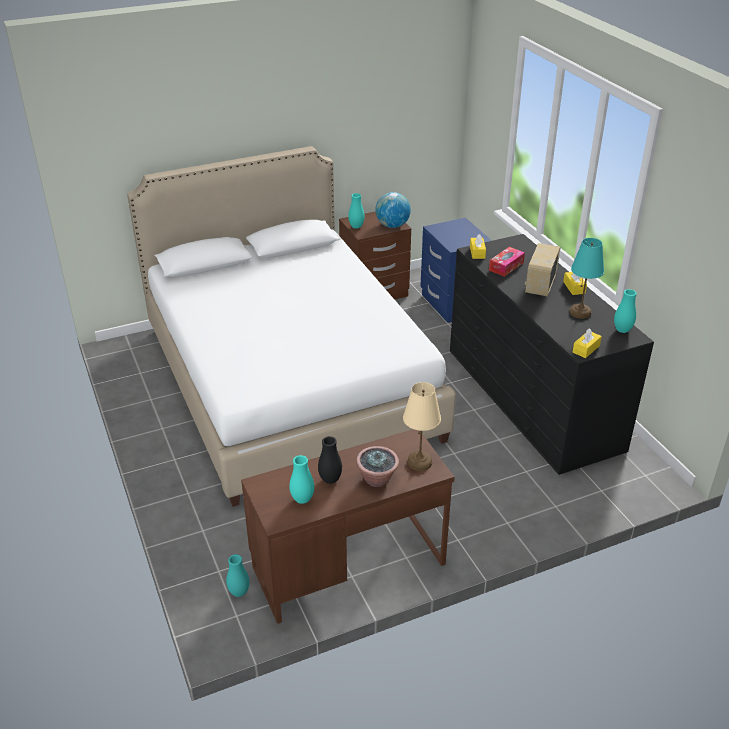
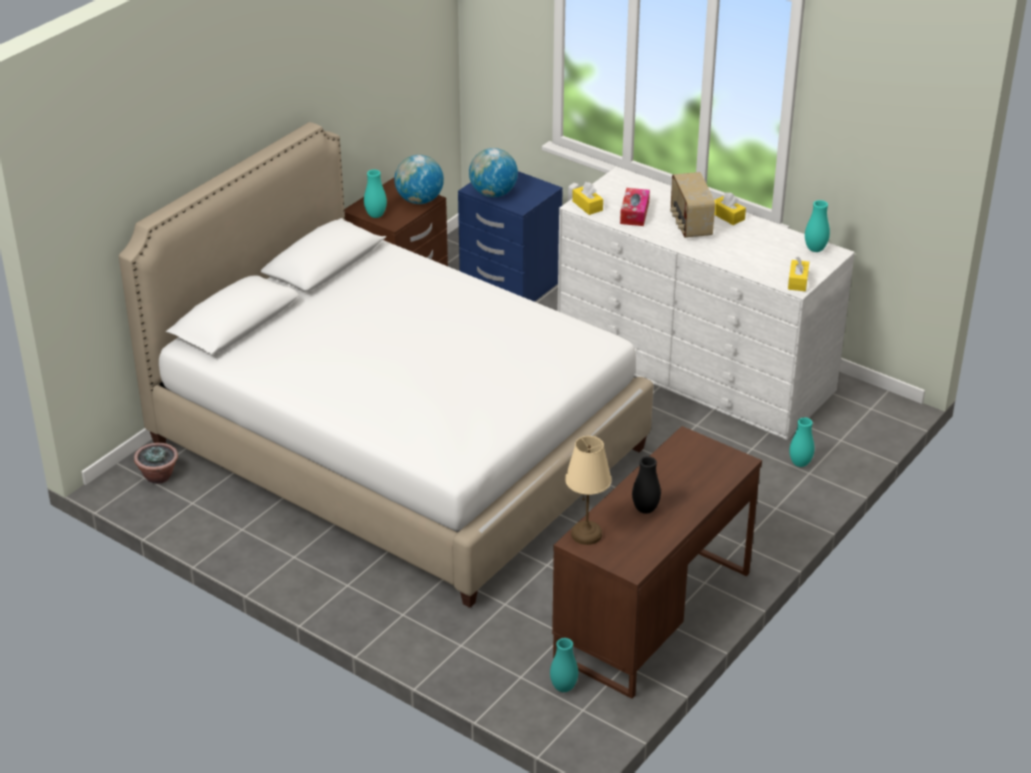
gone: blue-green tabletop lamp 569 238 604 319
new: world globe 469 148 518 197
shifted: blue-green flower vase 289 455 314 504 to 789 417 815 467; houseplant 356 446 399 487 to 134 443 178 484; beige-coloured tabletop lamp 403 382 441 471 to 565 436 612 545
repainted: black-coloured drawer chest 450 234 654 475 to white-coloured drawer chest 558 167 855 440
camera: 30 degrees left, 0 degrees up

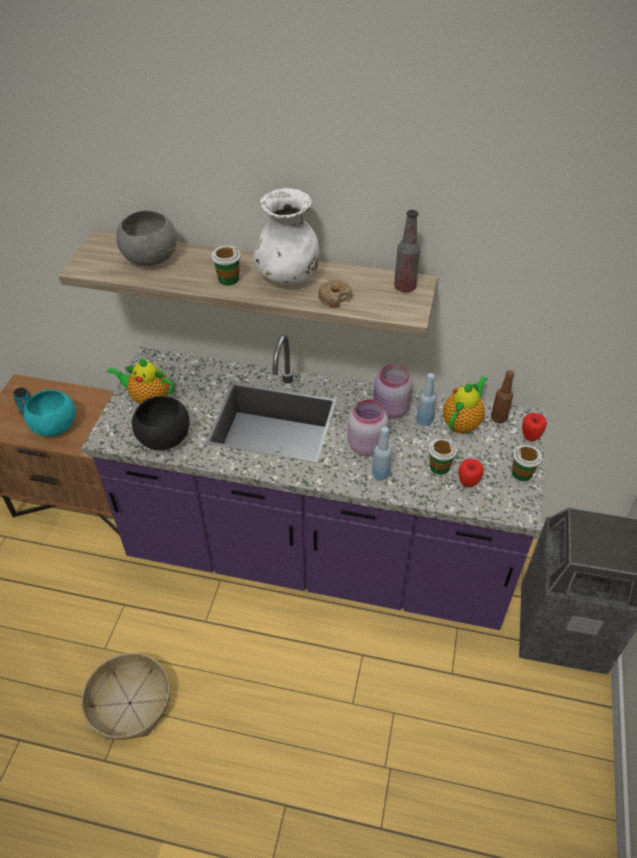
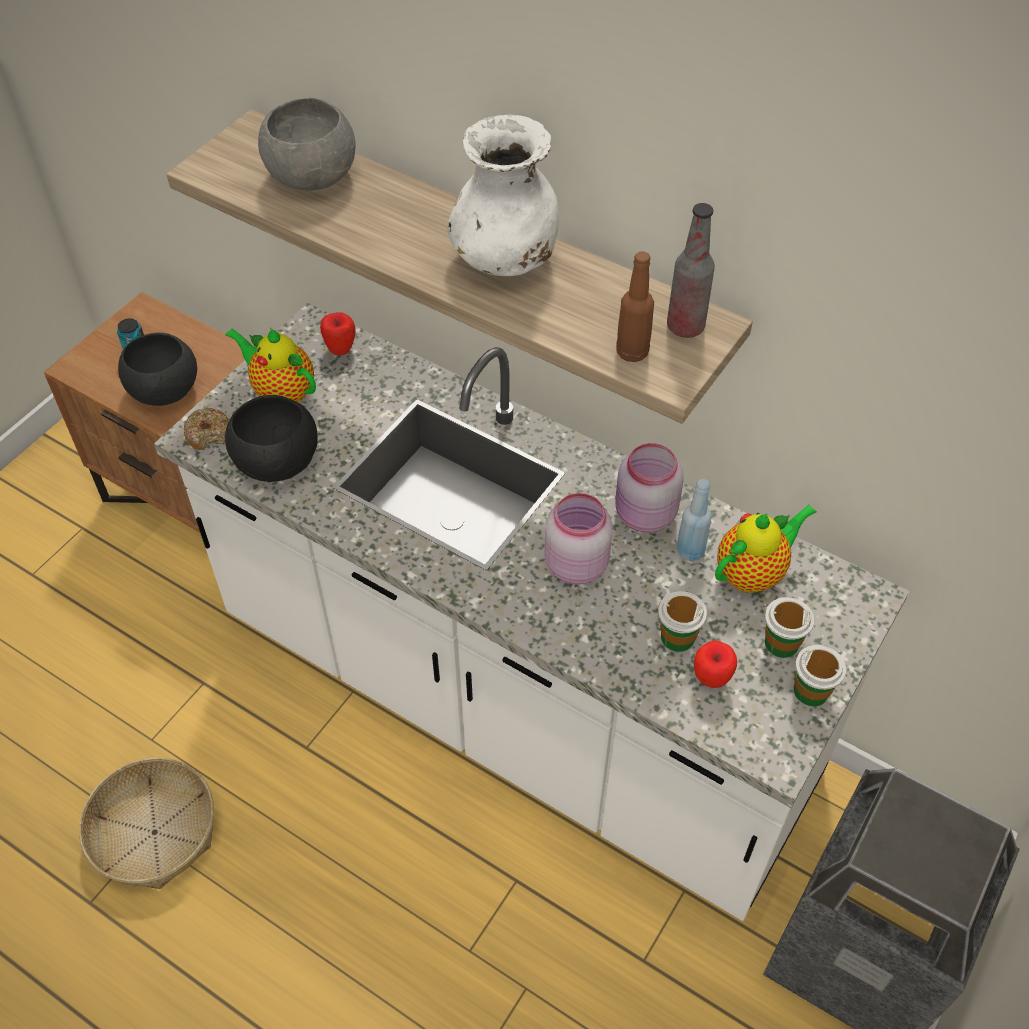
gone: blue-coloured drink bottle 372 426 392 480
shifted: small cup 211 245 241 286 to 765 597 814 658; doughnut 318 280 352 308 to 183 407 229 450; brown drink bottle 491 370 514 423 to 616 251 654 362; whole apple 522 413 547 441 to 320 312 356 355
repainted: blue-green deep dish 23 390 75 436 to black-coloured deep dish 118 333 197 406; purple-coloured kitchen base unit 81 334 545 630 to white-coloured kitchen base unit 154 303 909 921
camera: 20 degrees right, 5 degrees up

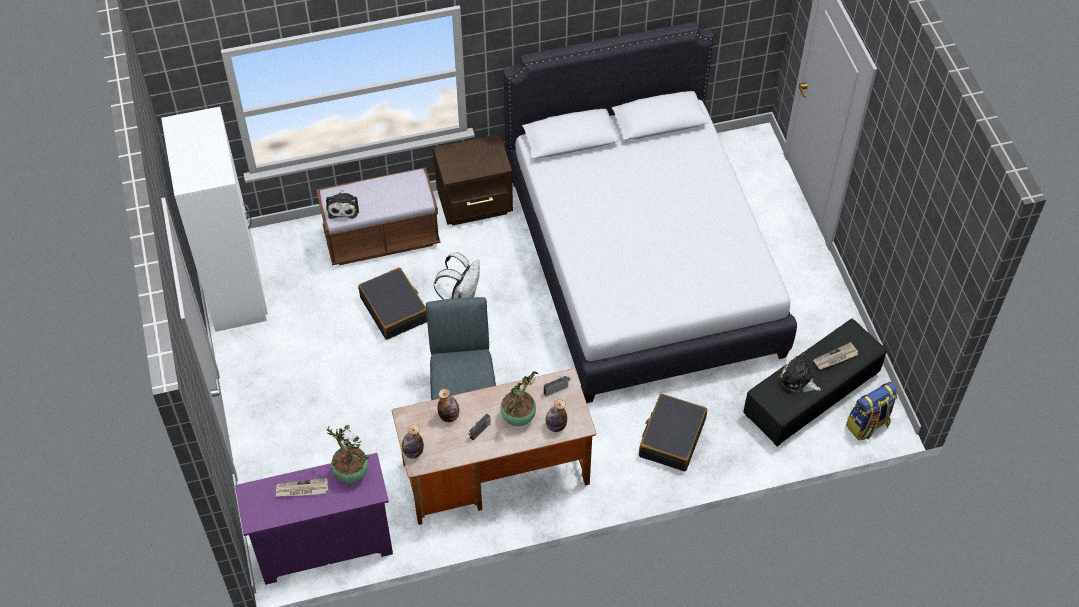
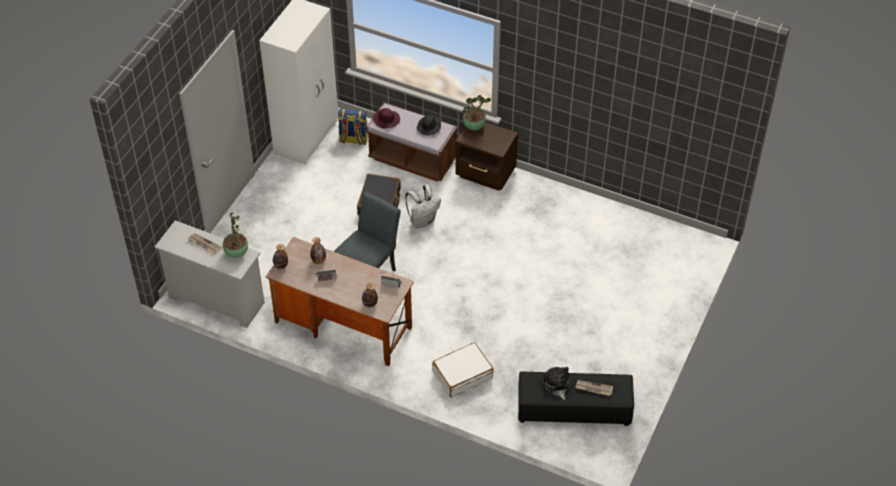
gone: white-coloured bedroom bed 503 22 797 403
new: black-coloured wearable hat 417 114 441 136
shifted: houseplant 500 371 538 426 to 462 95 491 130; rucksack 846 382 897 440 to 338 109 368 145
swapped: plush toy 326 190 359 219 to purple-coloured wearable hat 373 108 400 128
repainted: purple-coloured drawer chest 235 453 393 585 to white-coloured drawer chest 155 220 265 328; black-coloured piece of luggage 639 394 707 471 to white-coloured piece of luggage 432 342 494 398
camera: 40 degrees right, 5 degrees down

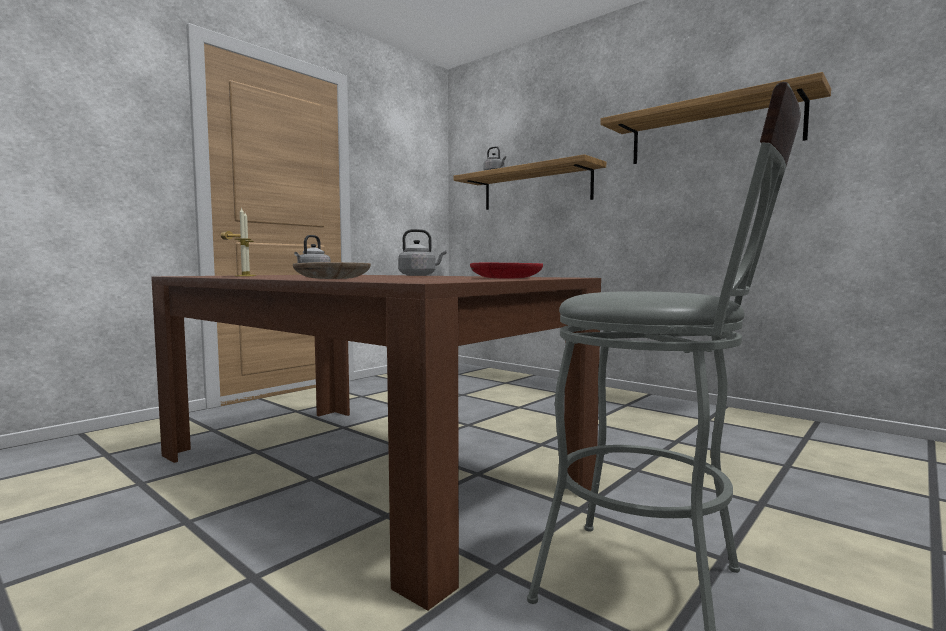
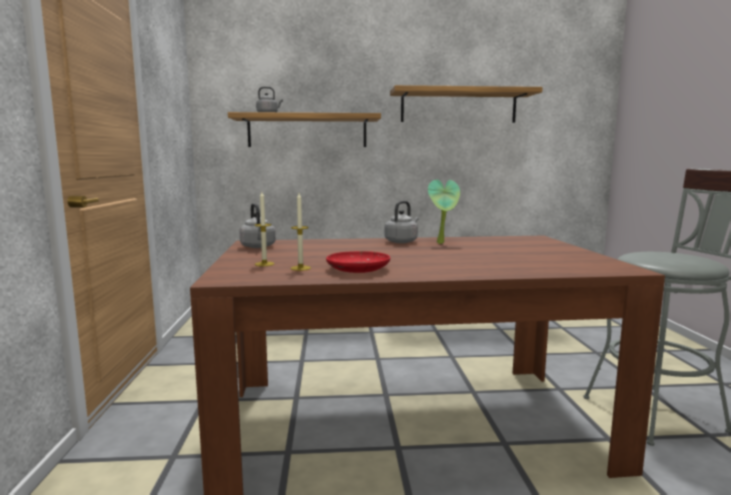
gone: beige-coloured flat dish 293 262 371 279
new: houseplant 428 180 460 244
shifted: reddish flat dish 470 263 543 279 to 326 251 390 273
camera: 45 degrees left, 5 degrees up

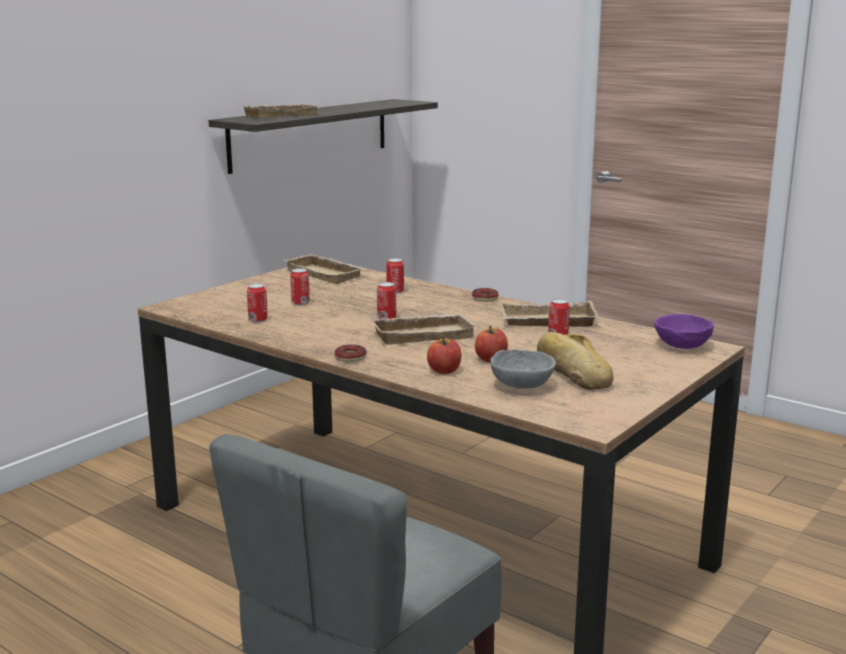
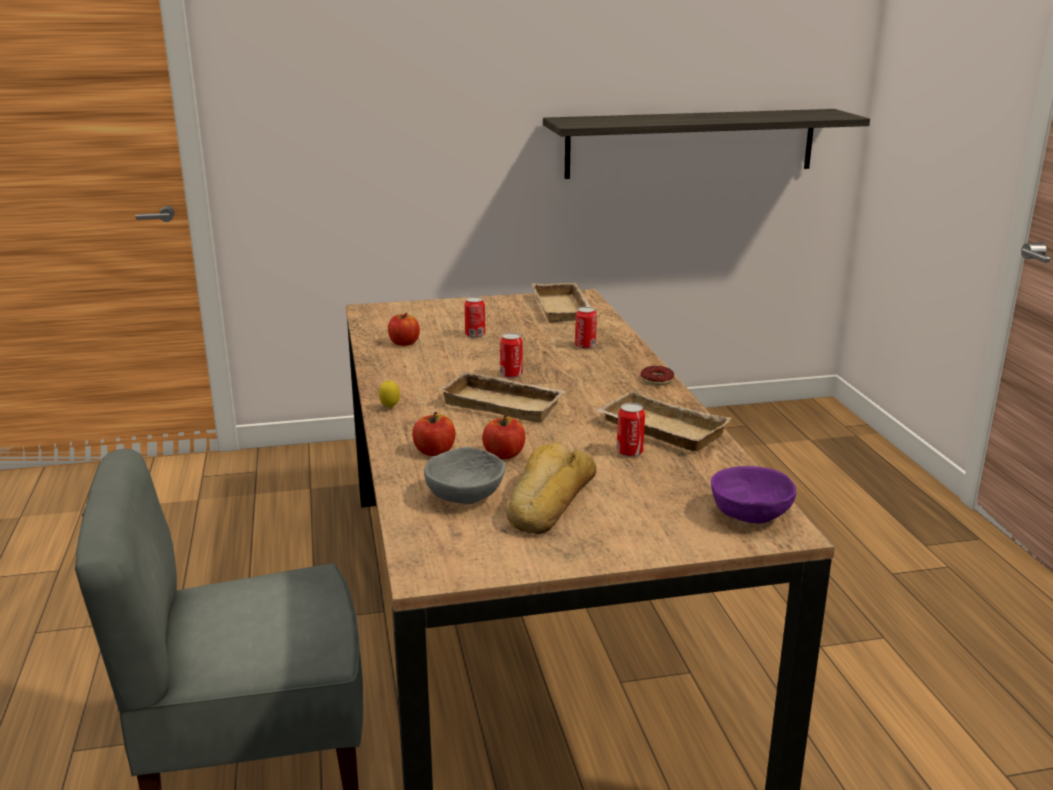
gone: beige-coloured tray 242 104 317 118
swapped: metal can 247 283 268 322 to whole apple 388 313 420 346; doughnut 335 344 367 362 to whole lemon 379 380 400 408
camera: 40 degrees right, 5 degrees up

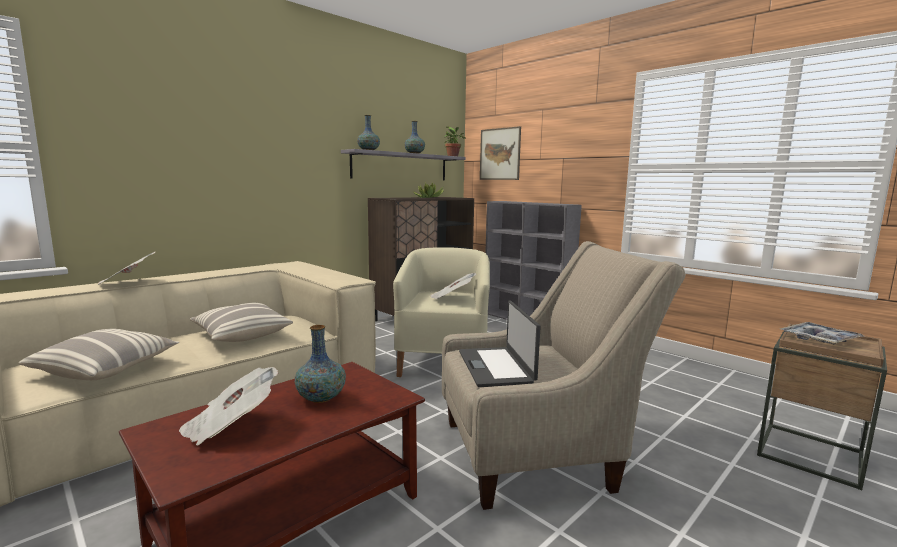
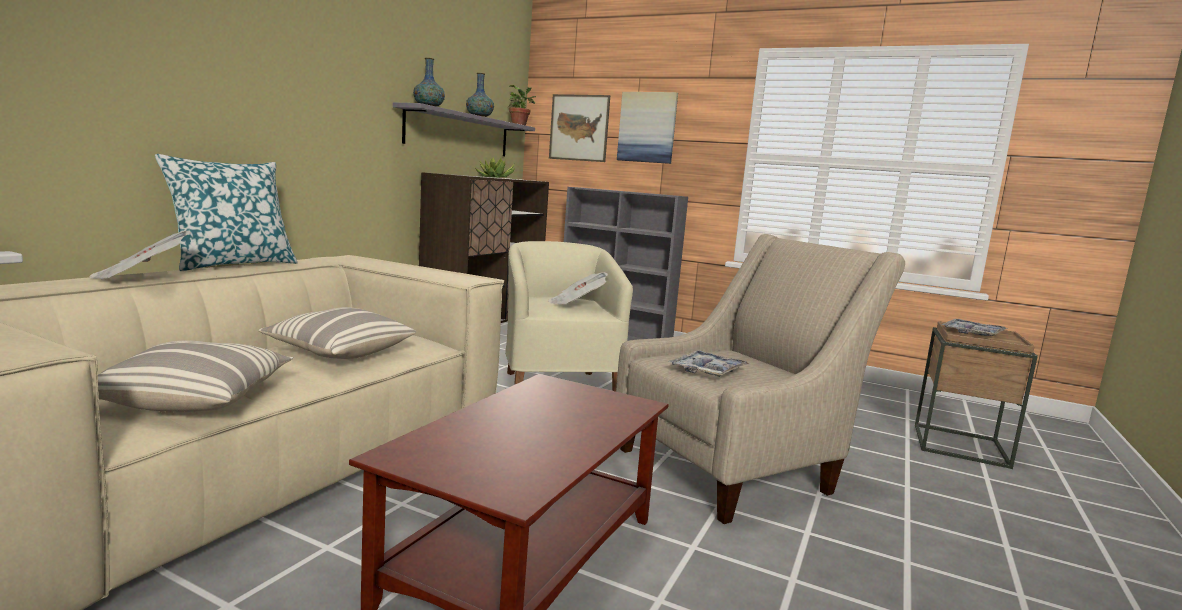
gone: daily paper 179 367 278 445; flower vase 295 325 346 403
new: cushion 155 154 298 271; picture 617 92 678 164
swapped: portable computer 459 301 541 387 to tray 668 350 749 377
camera: 20 degrees left, 0 degrees up

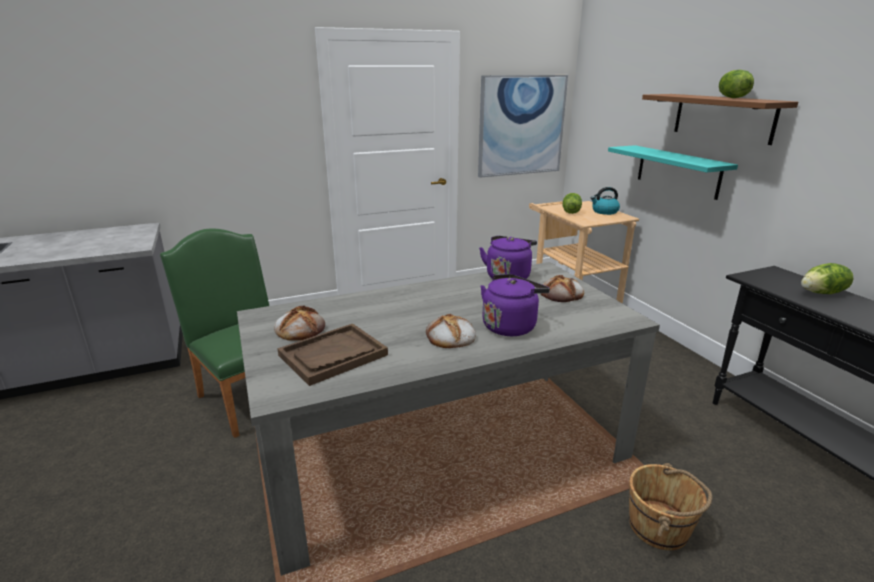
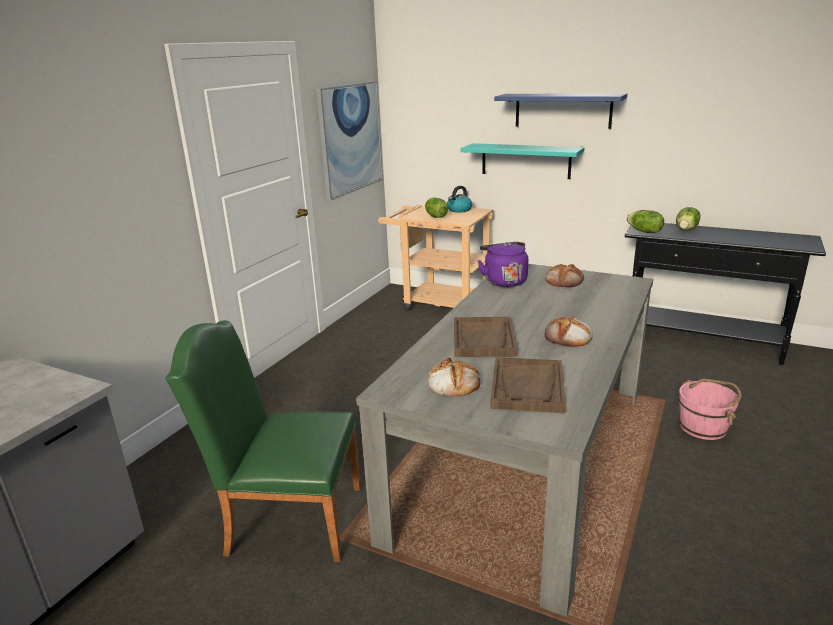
gone: purple-coloured tea kettle 480 274 550 336
new: brown tray 454 317 518 357
shifted: lettuce head 719 70 754 98 to 627 210 664 233
repainted: brown pail 629 463 712 550 to pinkish pail 679 379 742 440; brown wall shelf 642 94 798 145 to blue-coloured wall shelf 494 94 627 129
camera: 40 degrees left, 0 degrees up

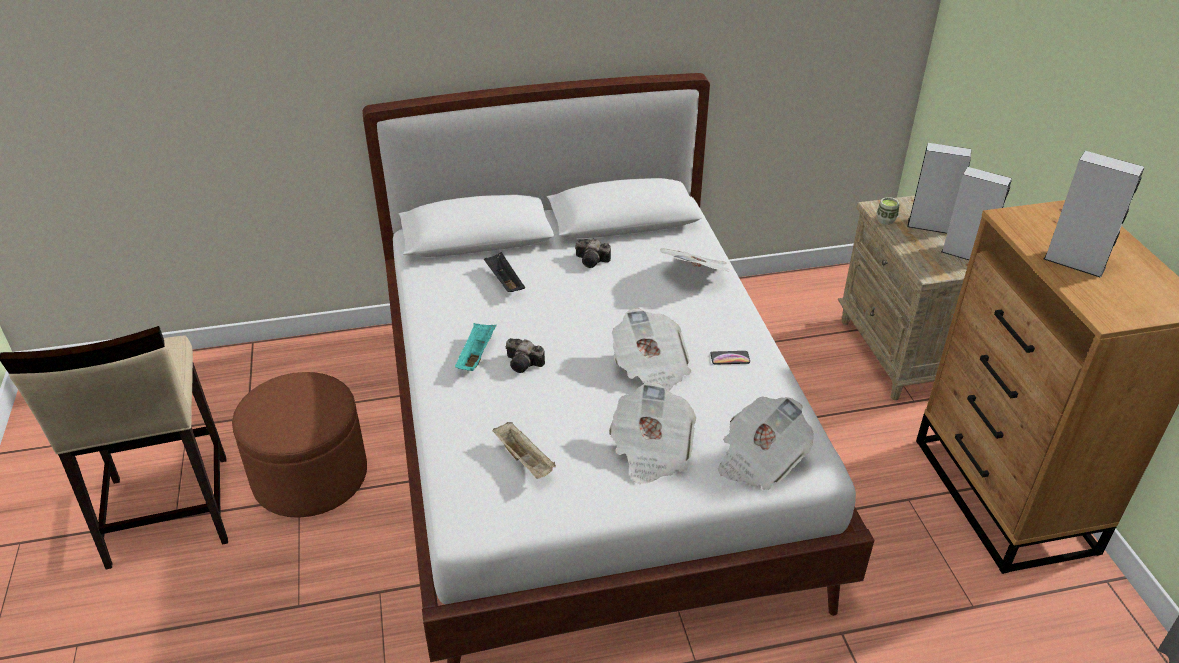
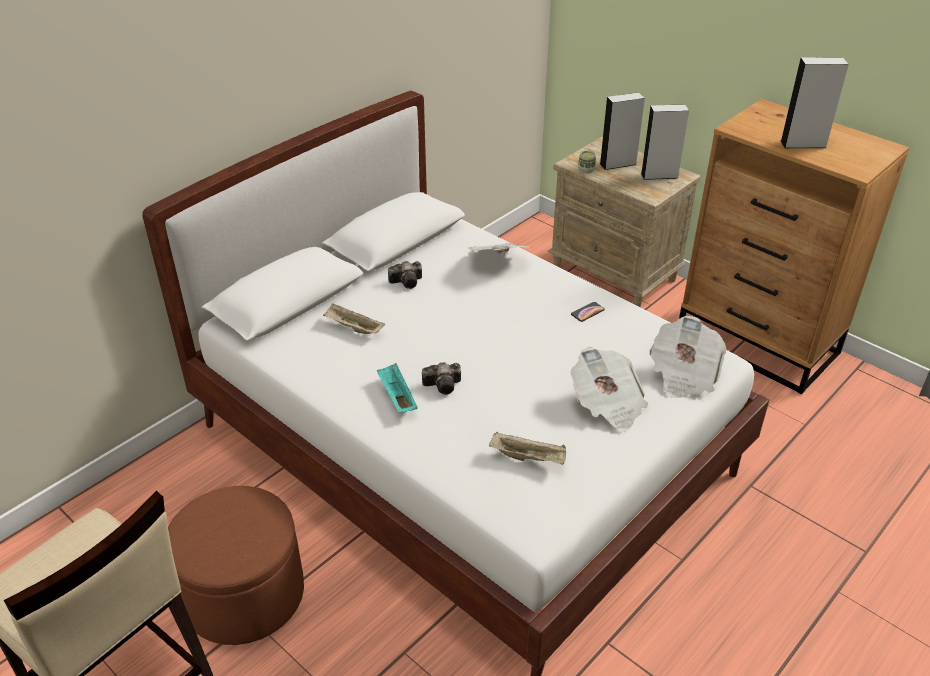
gone: daily paper 612 308 691 392
repainted: black-coloured tray 484 252 525 292 to beige-coloured tray 323 303 385 334
camera: 35 degrees left, 0 degrees up

